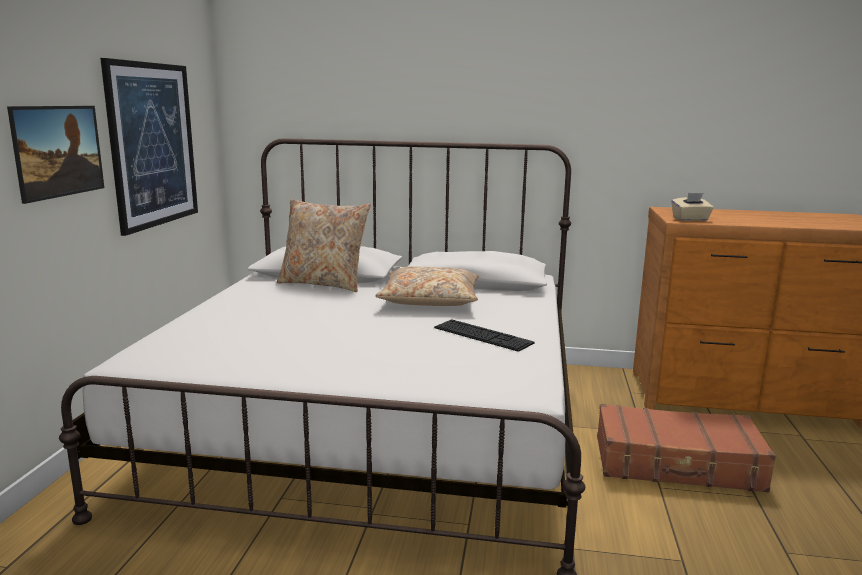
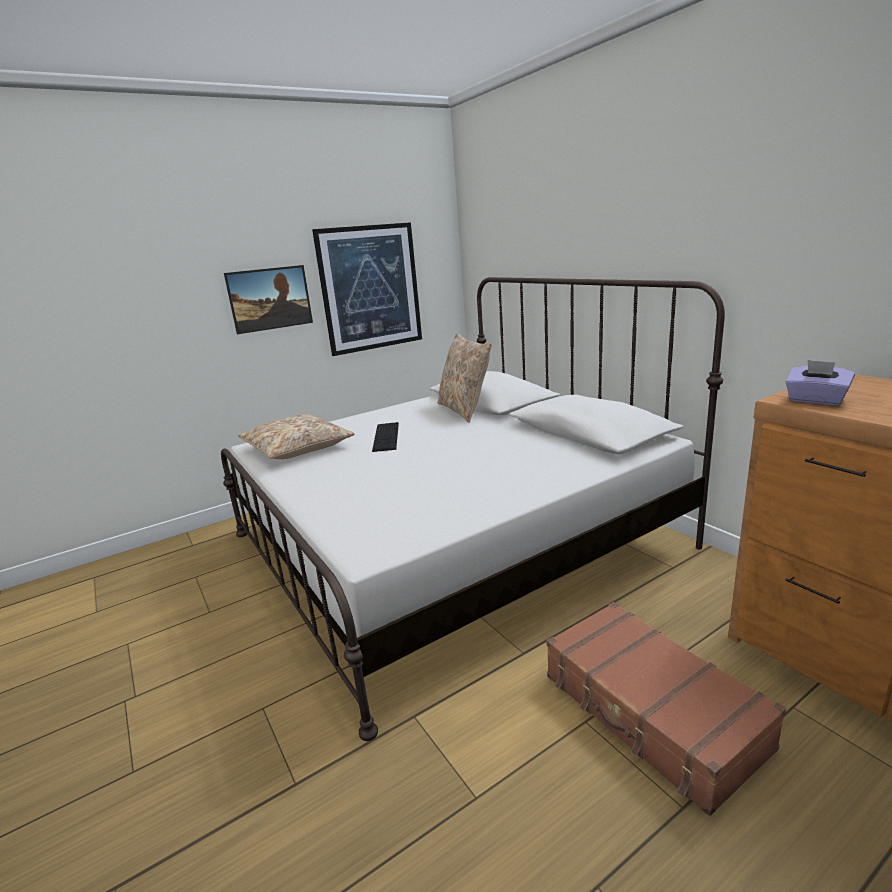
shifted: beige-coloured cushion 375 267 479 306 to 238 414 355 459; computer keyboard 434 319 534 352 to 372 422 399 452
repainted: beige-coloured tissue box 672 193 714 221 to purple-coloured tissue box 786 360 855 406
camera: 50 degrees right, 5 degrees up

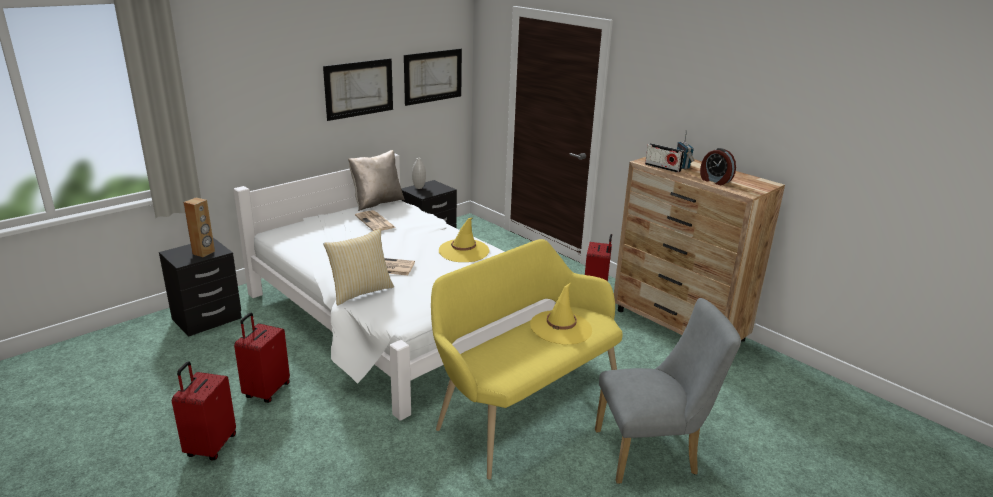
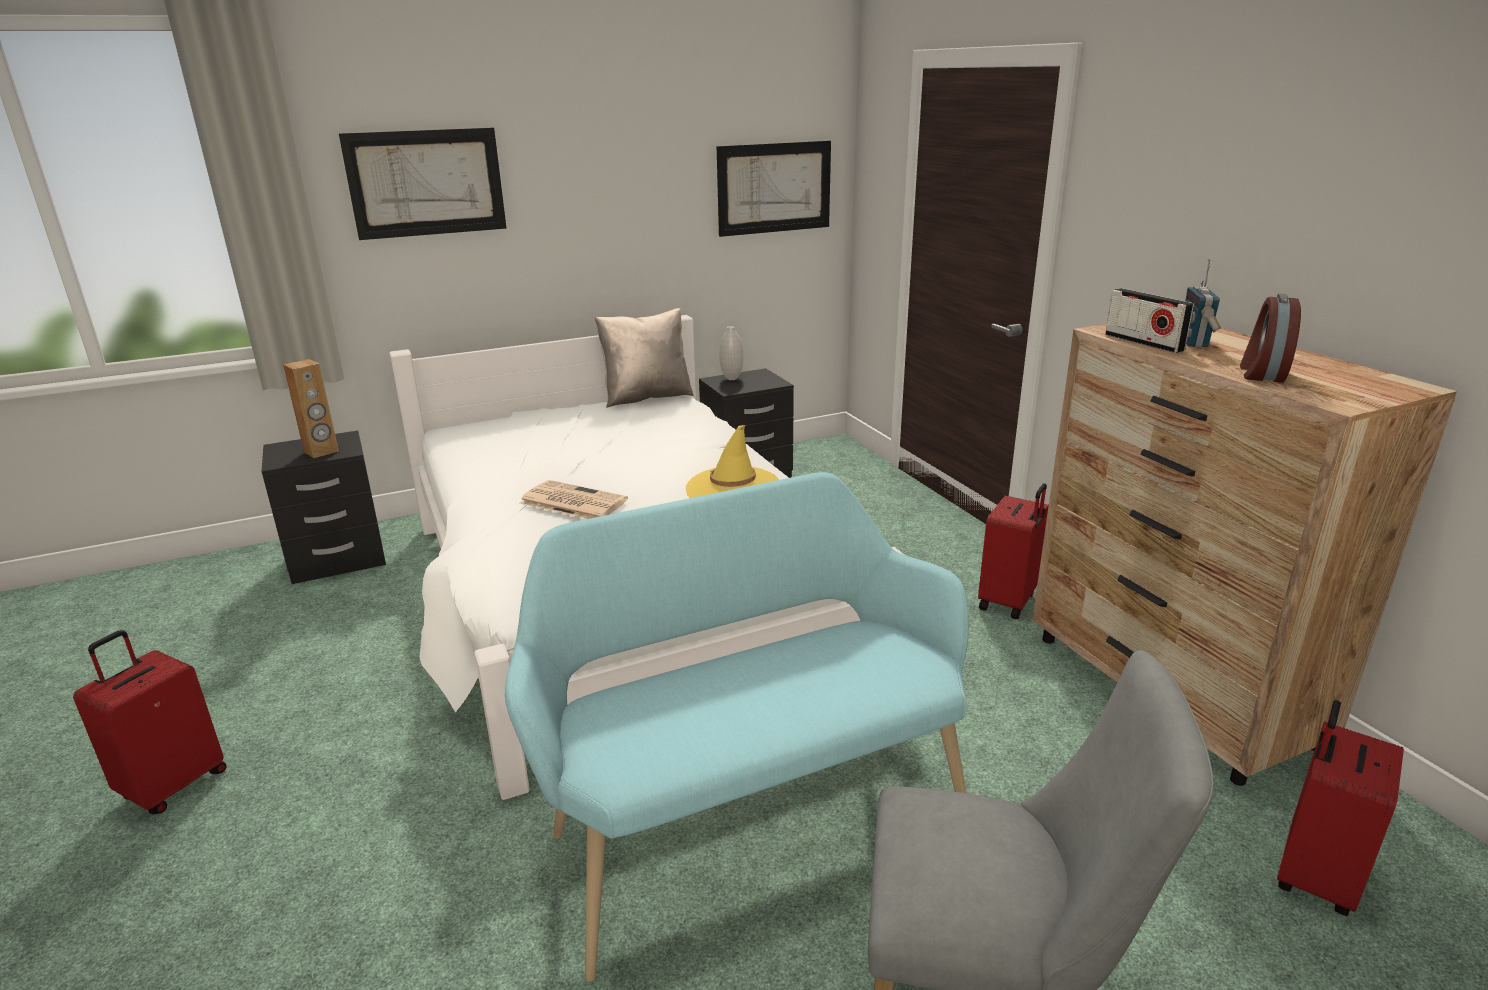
gone: cushion 323 228 394 305; daily paper 355 210 396 231; yellow-coloured wearable hat 530 283 592 345
shifted: reddish piece of luggage 234 313 290 403 to 1277 700 1404 916; picture 323 58 393 121 to 339 128 507 240
repainted: yellow-coloured bench 431 239 623 480 to blue-green bench 505 472 969 982
rotated: alarm clock 700 148 736 185 = 1240 294 1301 383 45 degrees clockwise
camera: 20 degrees right, 0 degrees up

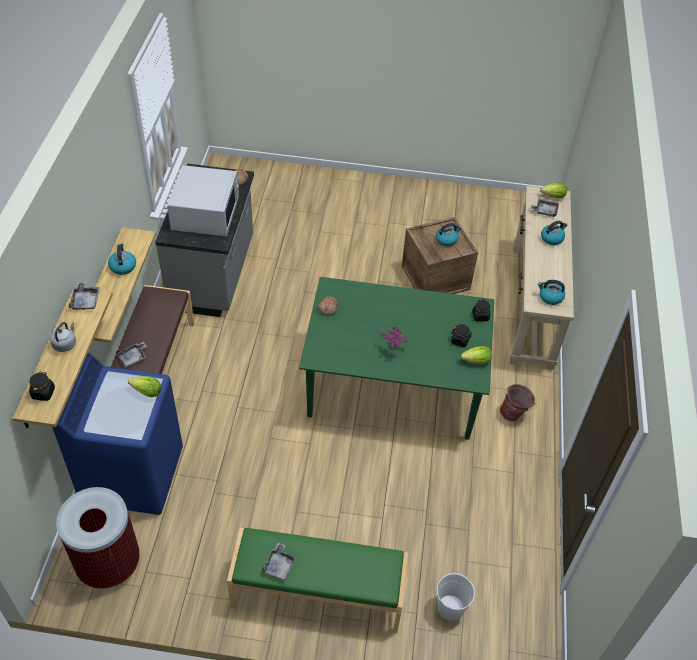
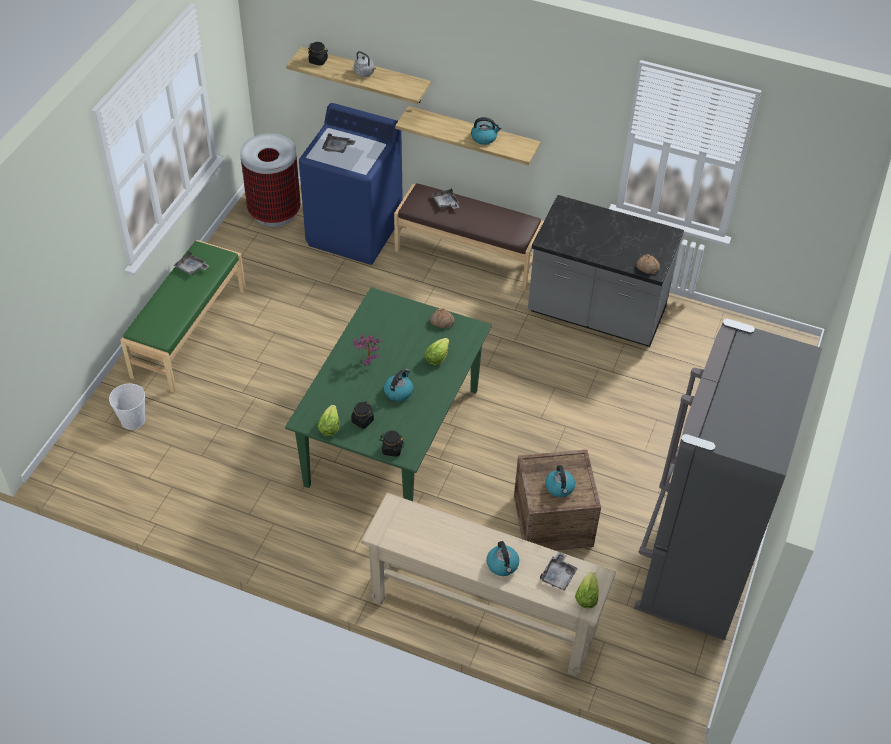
gone: white-coloured microwave oven 167 165 239 237; pail 500 384 536 421
new: grey refrigerator 634 319 822 641
shifted: grey tray 69 282 100 310 to 322 134 355 153; lettuce head 128 376 162 397 to 425 338 449 365; tea kettle 538 280 565 305 to 384 369 413 401
camera: 105 degrees right, 0 degrees up

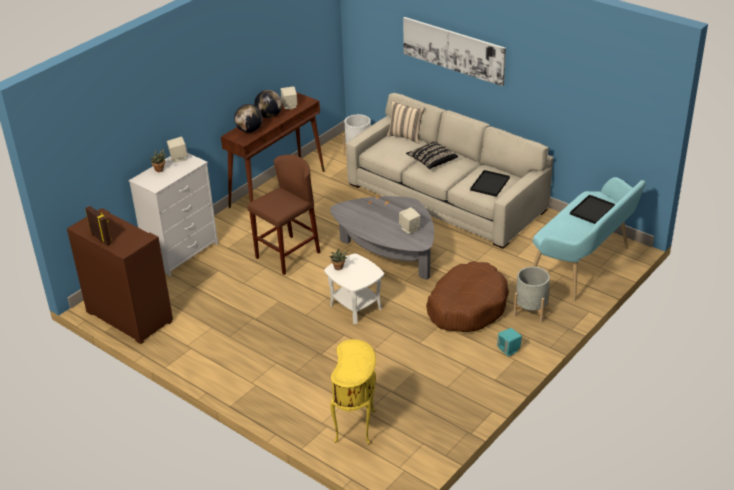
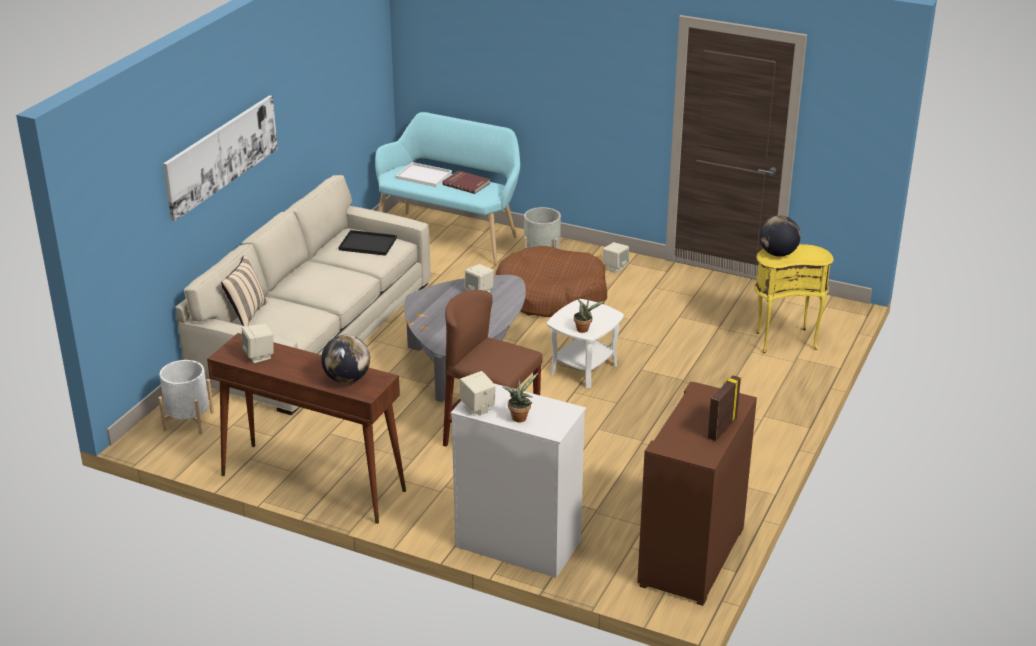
gone: black-coloured cushion 406 141 458 169
new: reddish volume 442 171 490 194
shifted: world globe 254 90 282 118 to 759 216 801 257
repainted: blue-green loudspeaker 497 328 522 356 to beige-coloured loudspeaker 603 242 629 273; black-coloured tray 570 194 615 224 to white-coloured tray 395 162 452 187
camera: 105 degrees left, 5 degrees down

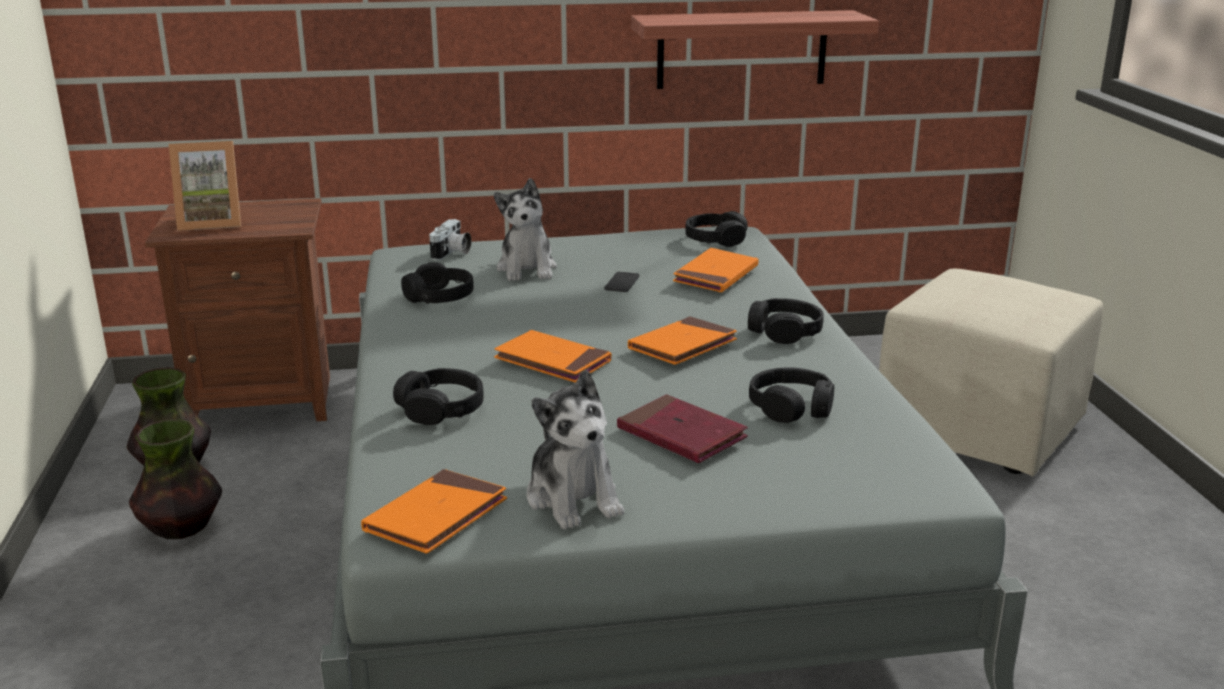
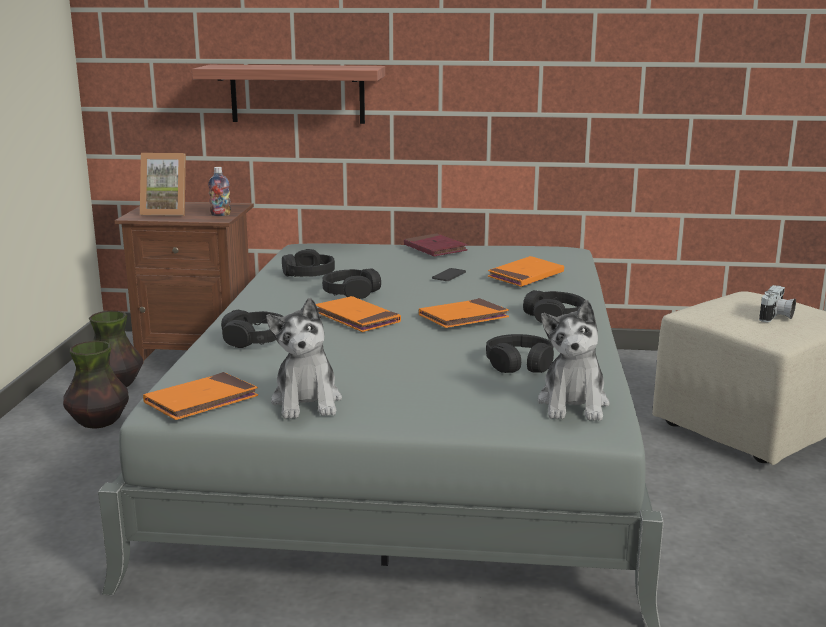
new: drink bottle 208 167 231 216
shifted: photo camera 429 219 471 260 to 759 285 796 322; plush toy 494 178 557 281 to 538 300 610 421; reddish volume 617 394 748 463 to 404 233 468 256; wall shelf 631 10 879 89 to 192 65 385 124; black-coloured headphones 685 211 748 247 to 322 268 381 299
camera: 15 degrees right, 5 degrees down

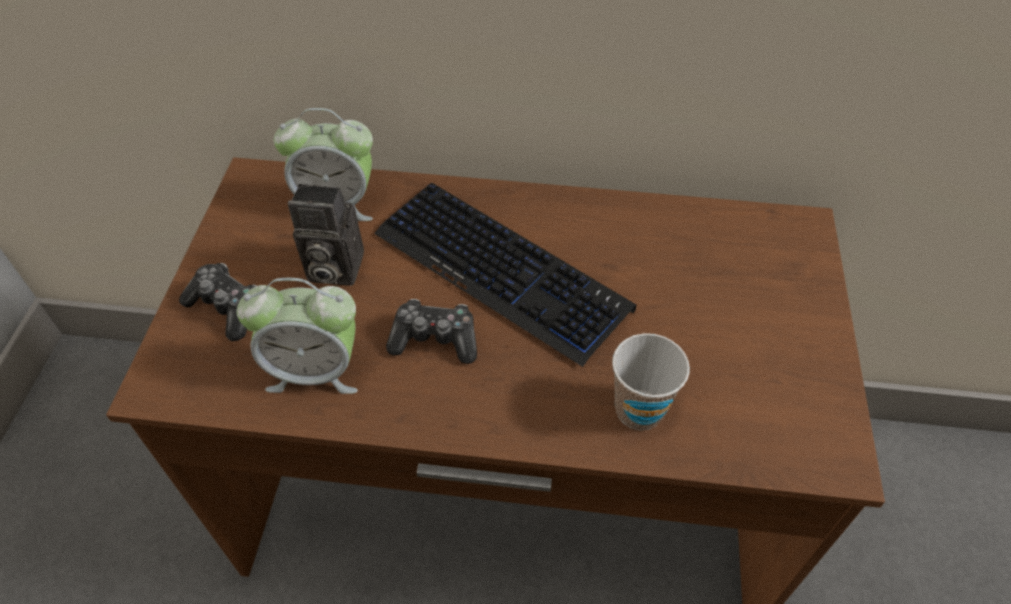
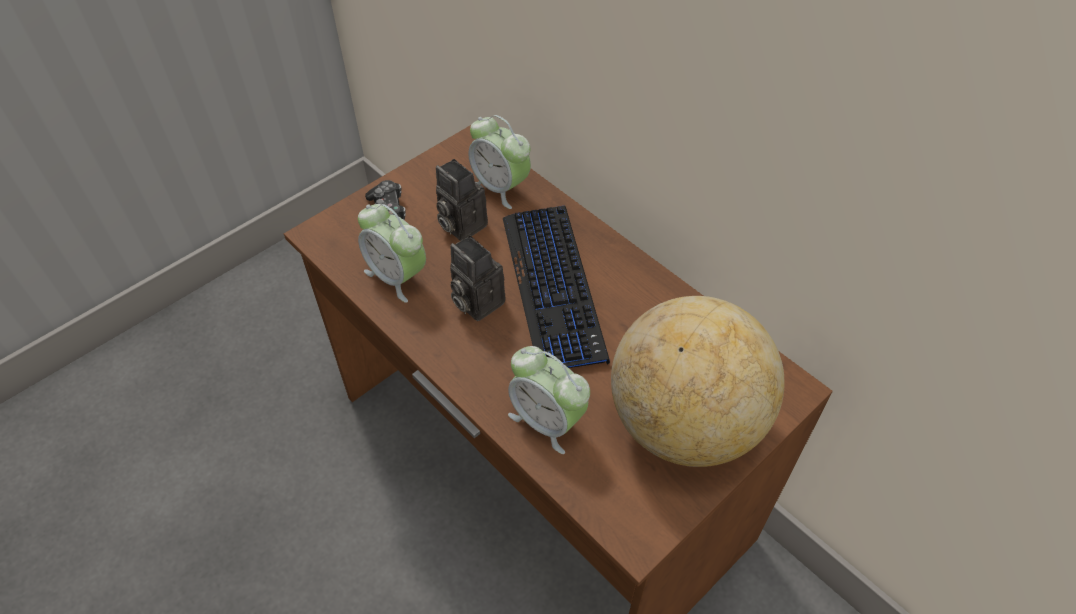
new: world globe 611 296 784 467
swapped: game controller 386 299 477 364 to photo camera 450 235 505 321; small cup 612 333 690 430 to alarm clock 508 346 590 454
camera: 40 degrees right, 0 degrees up

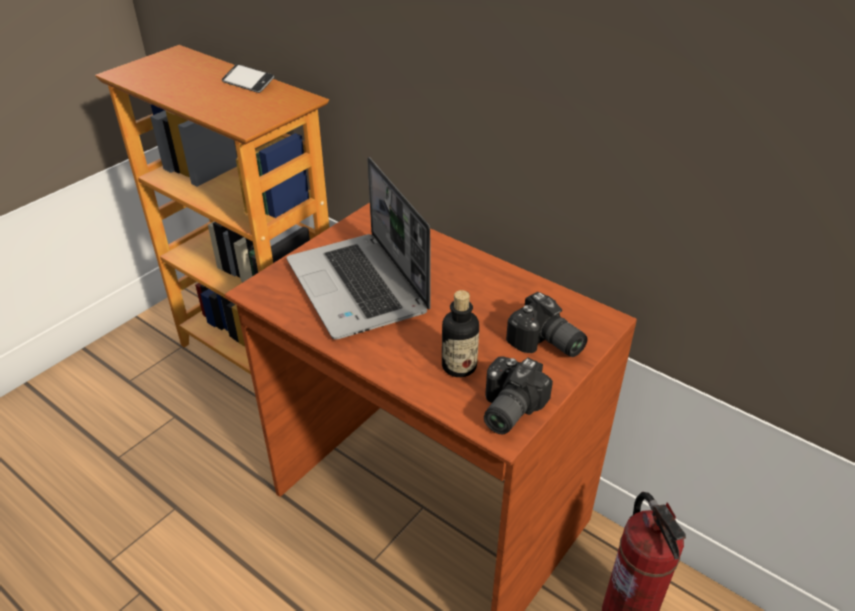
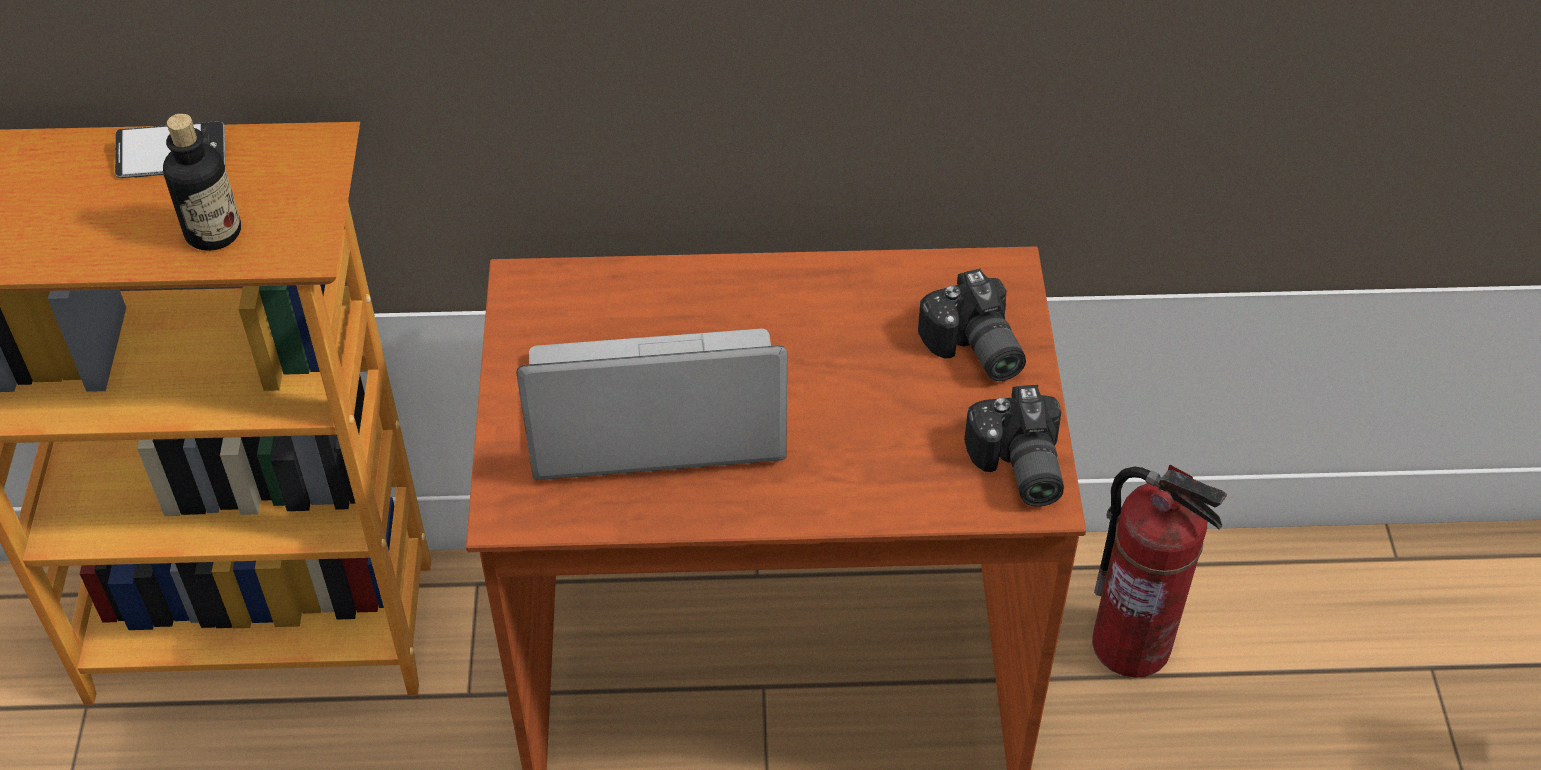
shifted: drink bottle 442 290 479 377 to 163 113 241 251
rotated: portable computer 287 157 430 339 = 516 329 787 480 150 degrees clockwise; photo camera 506 292 588 357 = 918 268 1026 381 60 degrees clockwise
camera: 40 degrees left, 10 degrees up

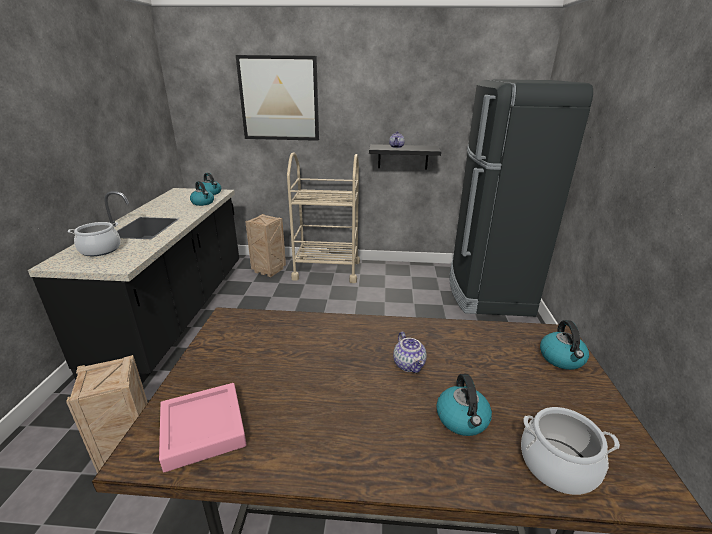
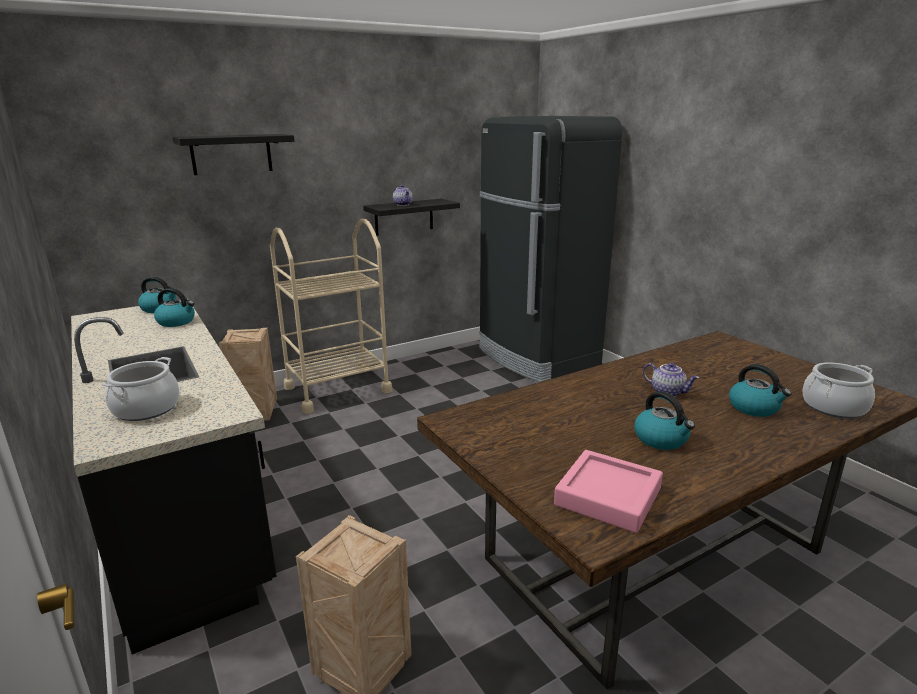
shifted: tea kettle 540 320 589 370 to 634 391 695 450
swapped: picture 236 55 319 141 to black-coloured wall shelf 173 134 295 175
camera: 35 degrees left, 5 degrees down

